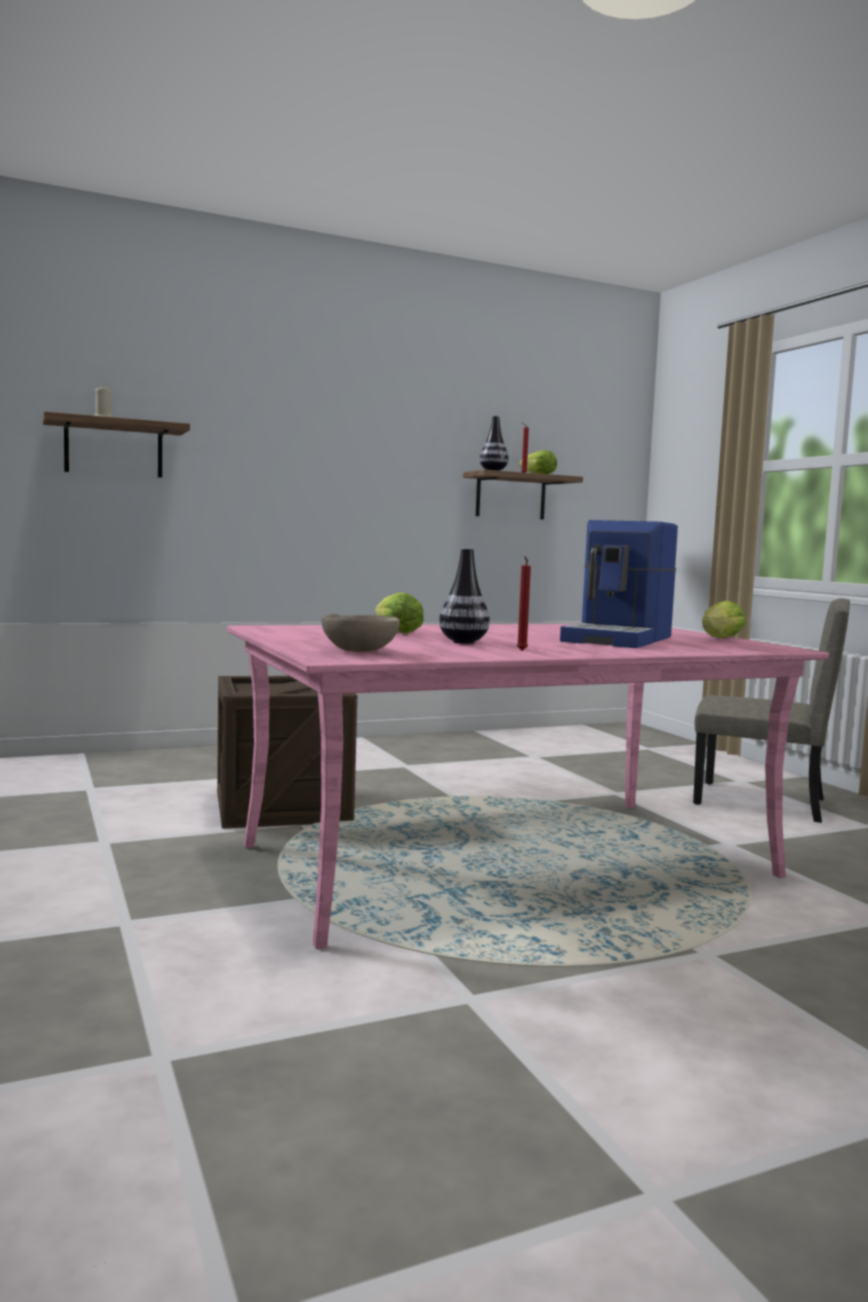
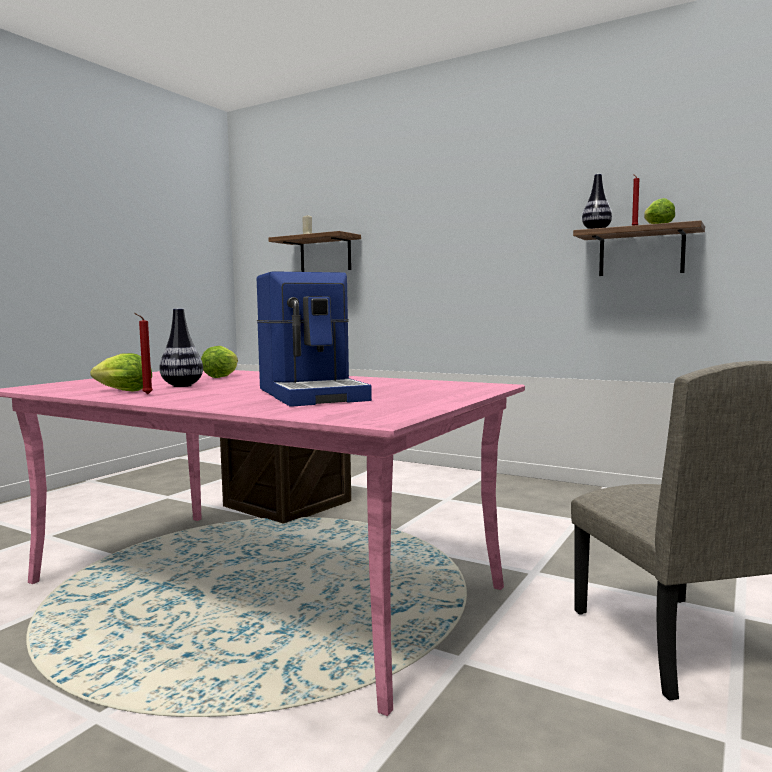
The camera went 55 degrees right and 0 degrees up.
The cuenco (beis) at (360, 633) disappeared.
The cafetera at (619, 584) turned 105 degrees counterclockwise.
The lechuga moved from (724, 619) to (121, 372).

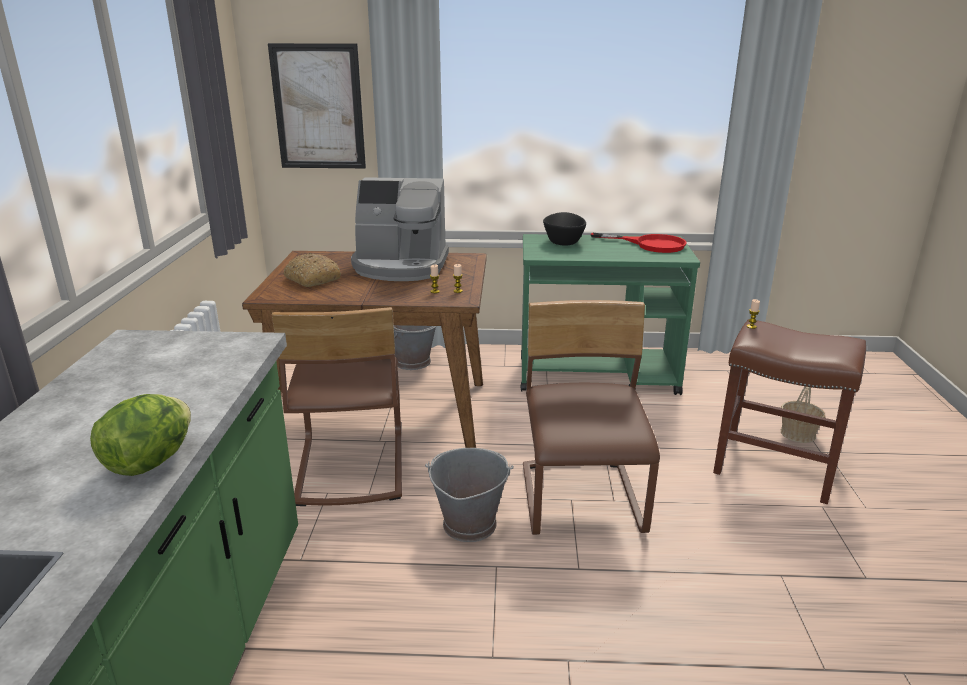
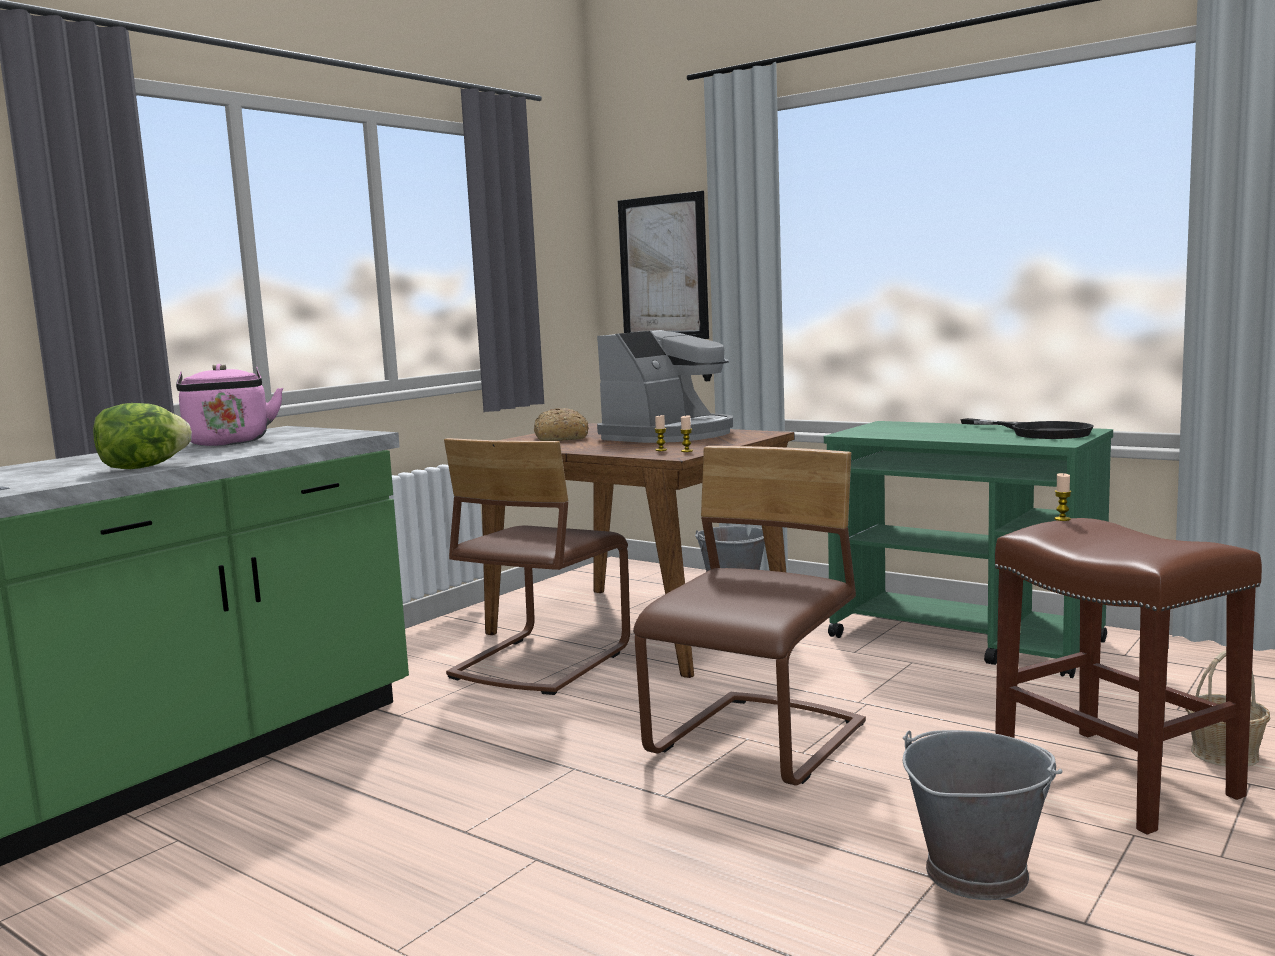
The camera went 35 degrees right and 15 degrees down.
The cafetera at (400, 229) turned 90 degrees counterclockwise.
The cubo (gris) moved from (469, 495) to (982, 815).
The cuenco (negro) at (564, 229) disappeared.
The sartén (rojo) at (638, 243) became the sartén (negro) at (1027, 428).
The hervidor (rosa) at (229, 405) appeared.

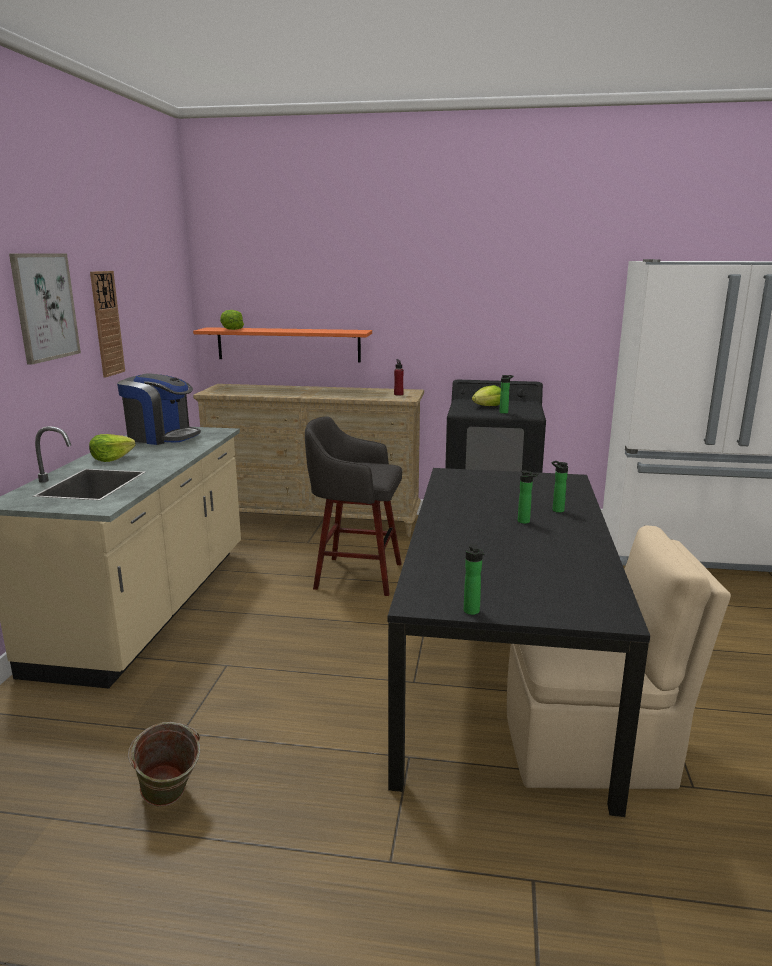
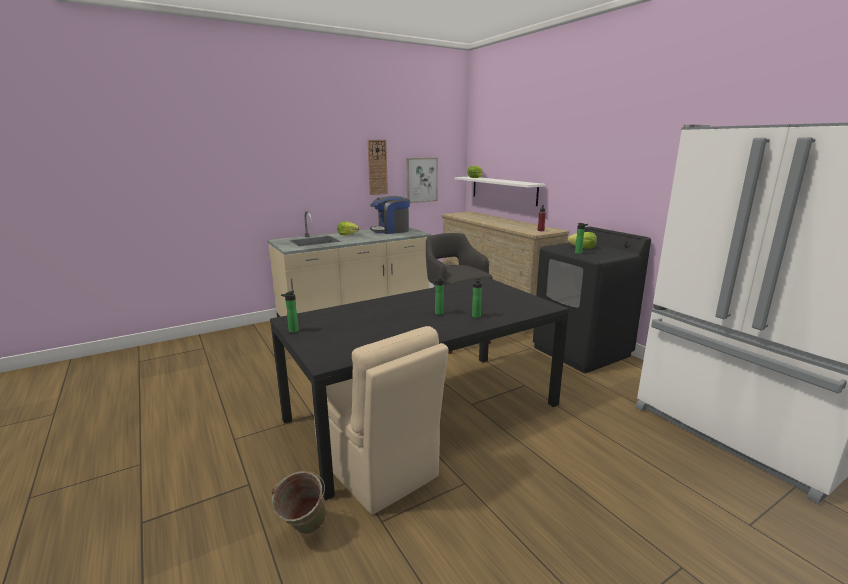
The camera went 50 degrees right and 0 degrees up.
The cuadro moved from (45, 309) to (422, 180).
The cafetera at (159, 409) turned 90 degrees clockwise.
The cubo (verde) moved from (164, 764) to (298, 502).
The estante (naranja) at (282, 344) became the estante (blanco) at (500, 191).

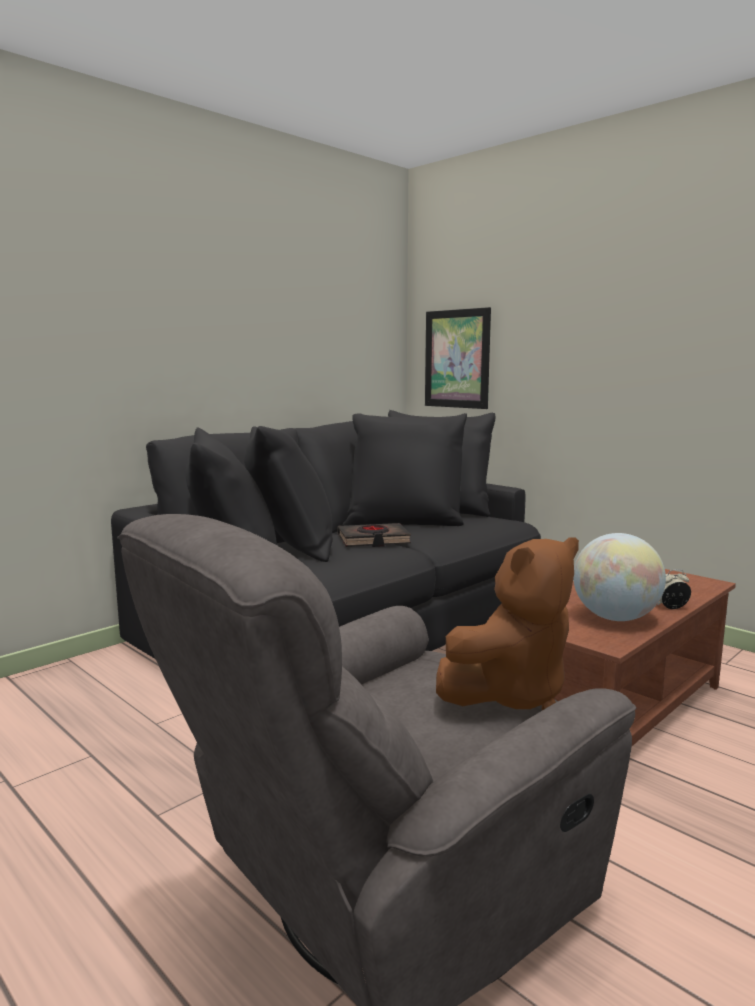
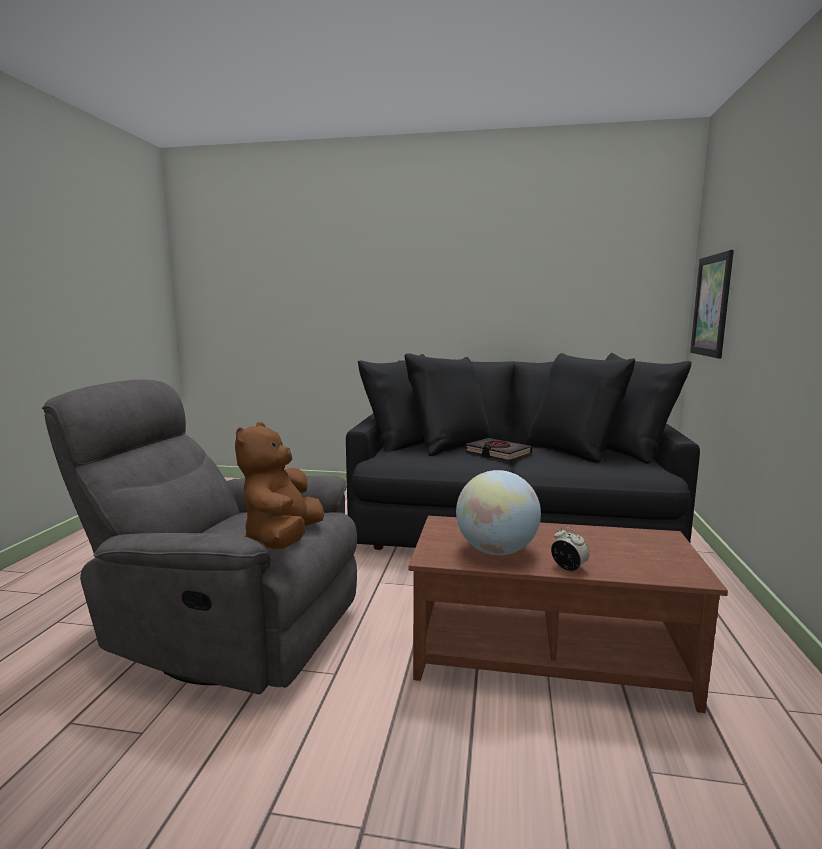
The camera went 55 degrees right and 0 degrees up.
The peluche (marrón) at (507, 623) turned 75 degrees clockwise.

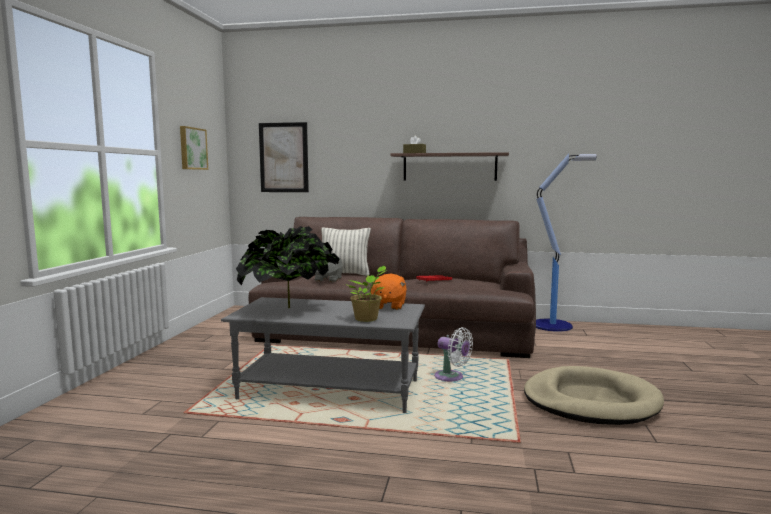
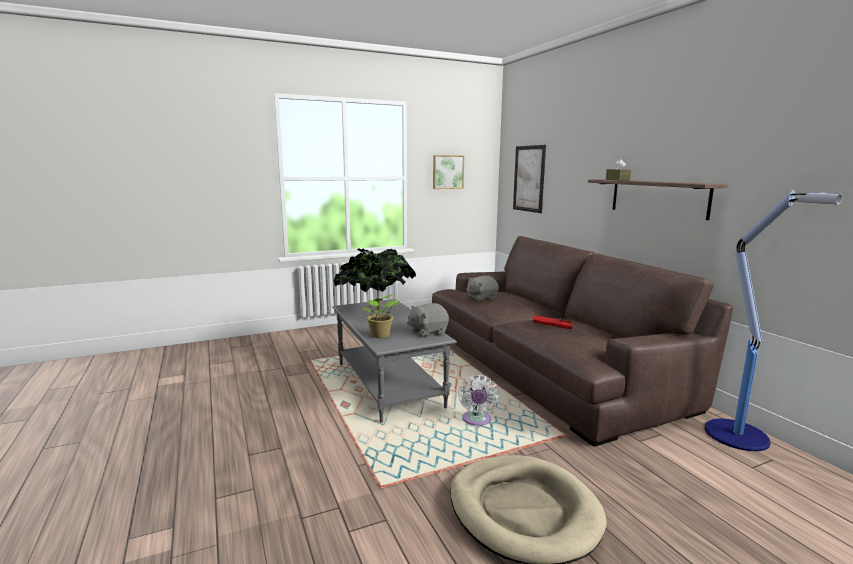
The camera went 55 degrees right and 5 degrees up.
The cojín at (346, 251) disappeared.
The peluche (naranja) at (388, 291) became the peluche (gris) at (428, 320).

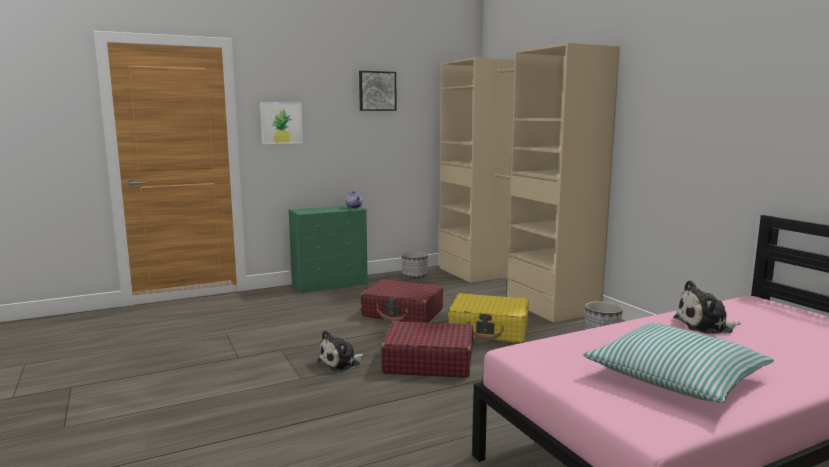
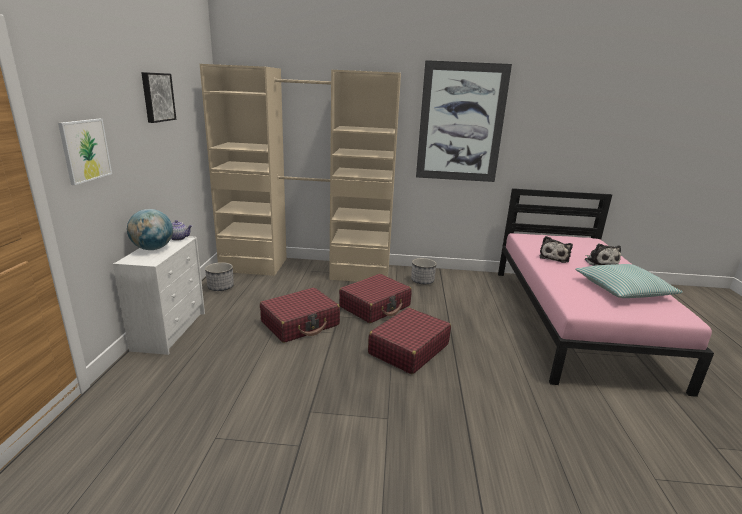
The camera went 60 degrees left and 10 degrees up.
The cómoda (verde) at (328, 250) became the cómoda (blanco) at (159, 295).
The peluche moved from (340, 350) to (602, 254).
The maleta (amarillo) at (488, 318) became the maleta (rojo) at (375, 298).
The globo terráqueo at (150, 229) appeared.
The cuadro at (464, 121) appeared.

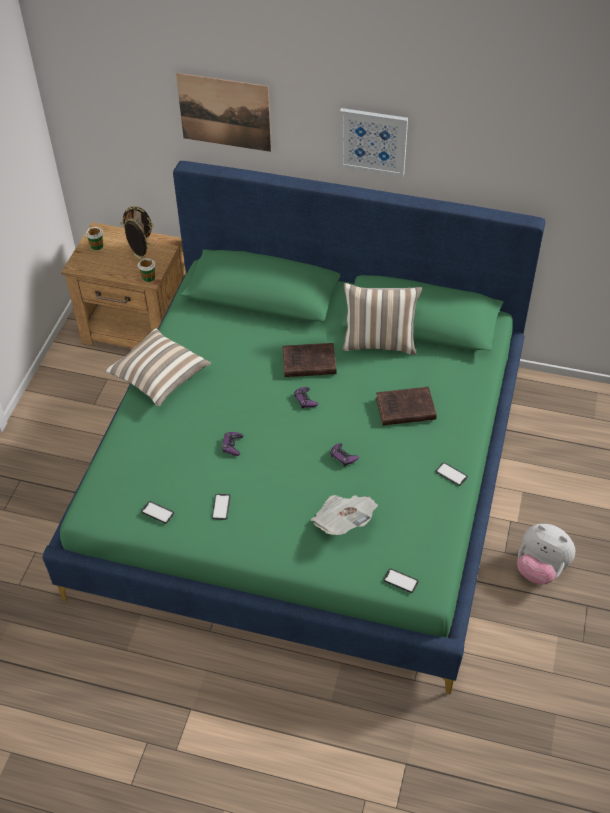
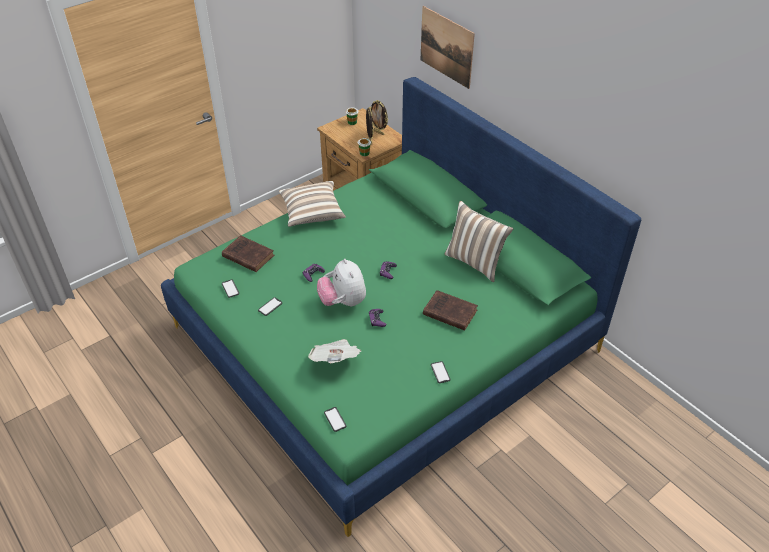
The camera went 35 degrees right and 5 degrees down.
The libro (marrón) moved from (309, 360) to (248, 253).
The cuadro at (373, 142) disappeared.
The peluche moved from (546, 554) to (341, 282).

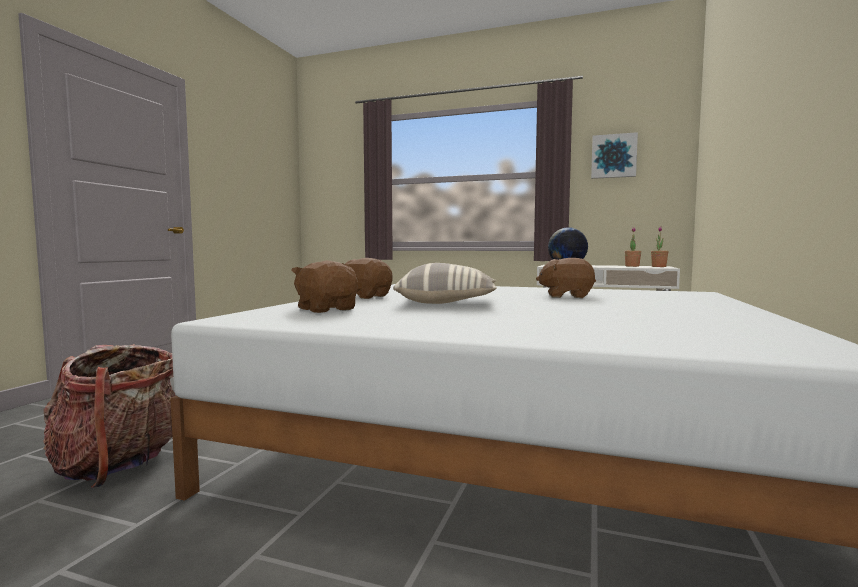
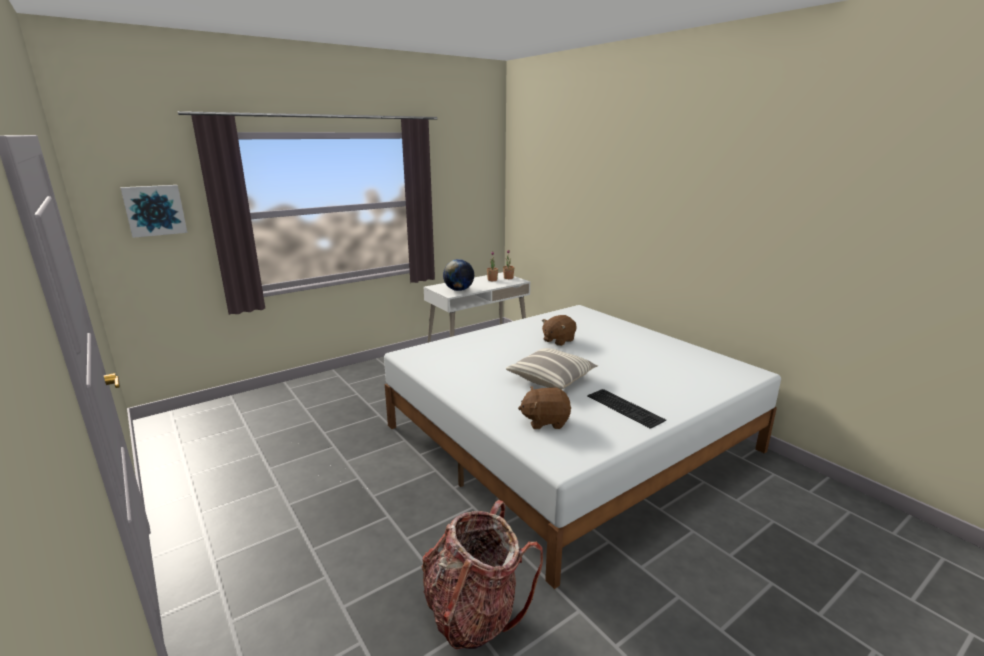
The camera went 55 degrees left and 15 degrees up.
The peluche (marrón) at (367, 278) disappeared.
The cuadro moved from (614, 155) to (153, 211).
The teclado at (626, 409) appeared.

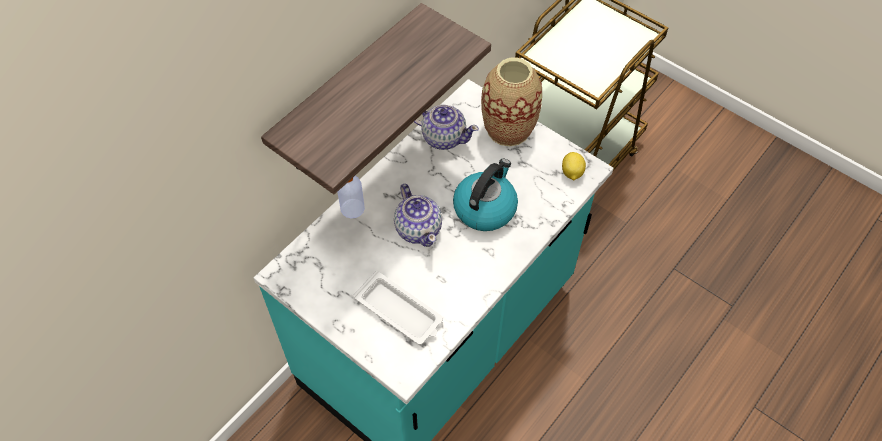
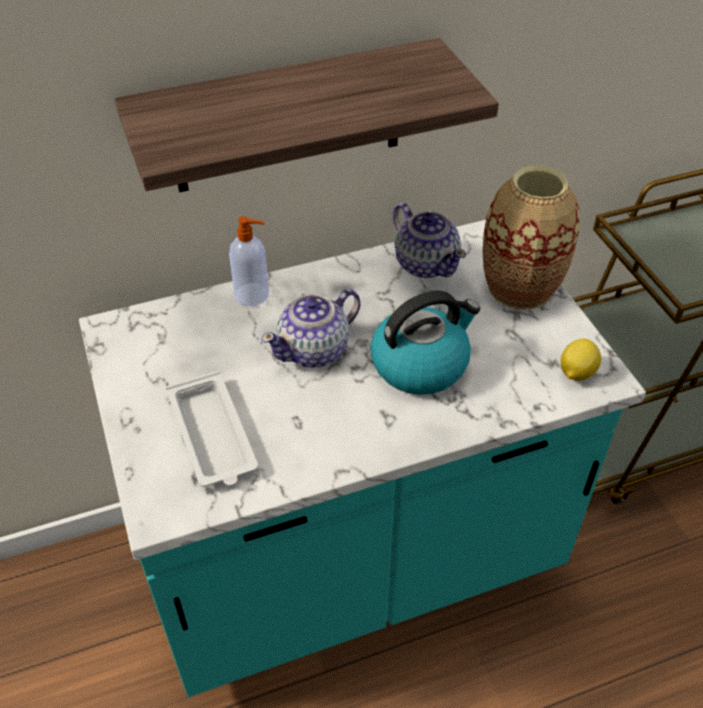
The camera went 30 degrees right and 10 degrees down.
The tetera at (418, 215) turned 45 degrees clockwise.

